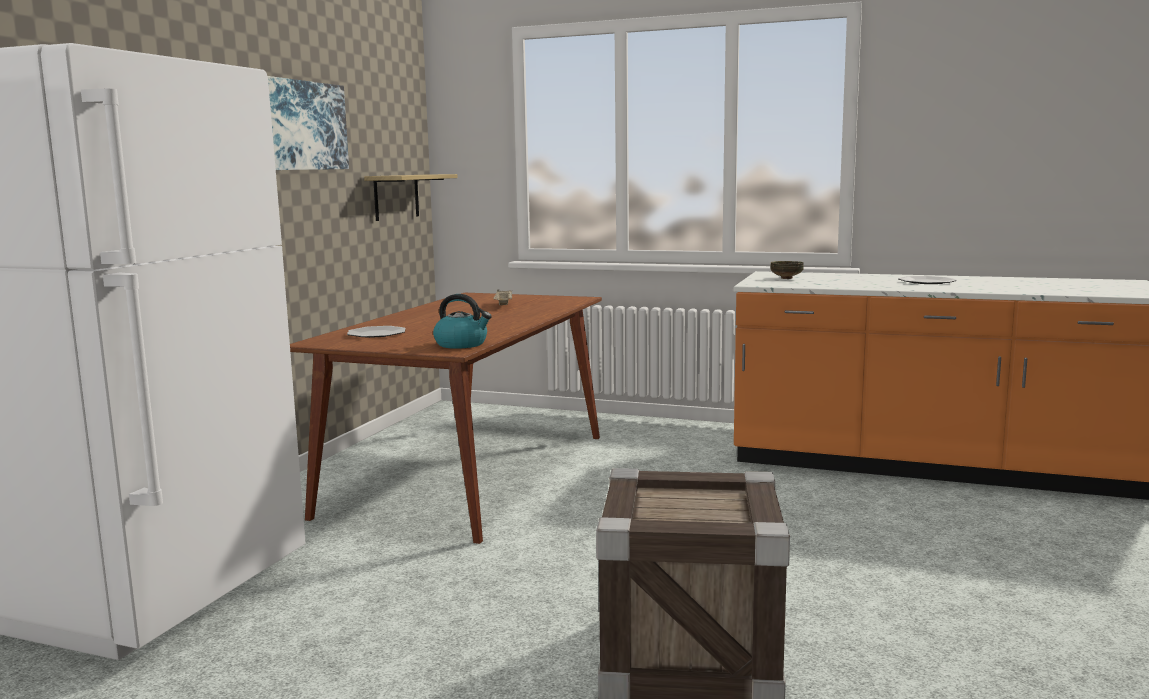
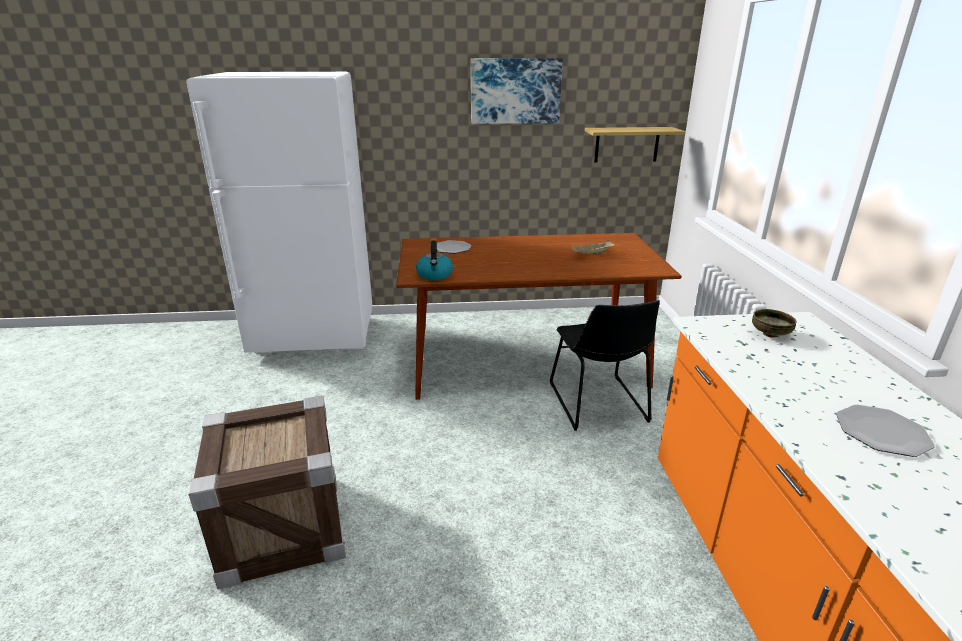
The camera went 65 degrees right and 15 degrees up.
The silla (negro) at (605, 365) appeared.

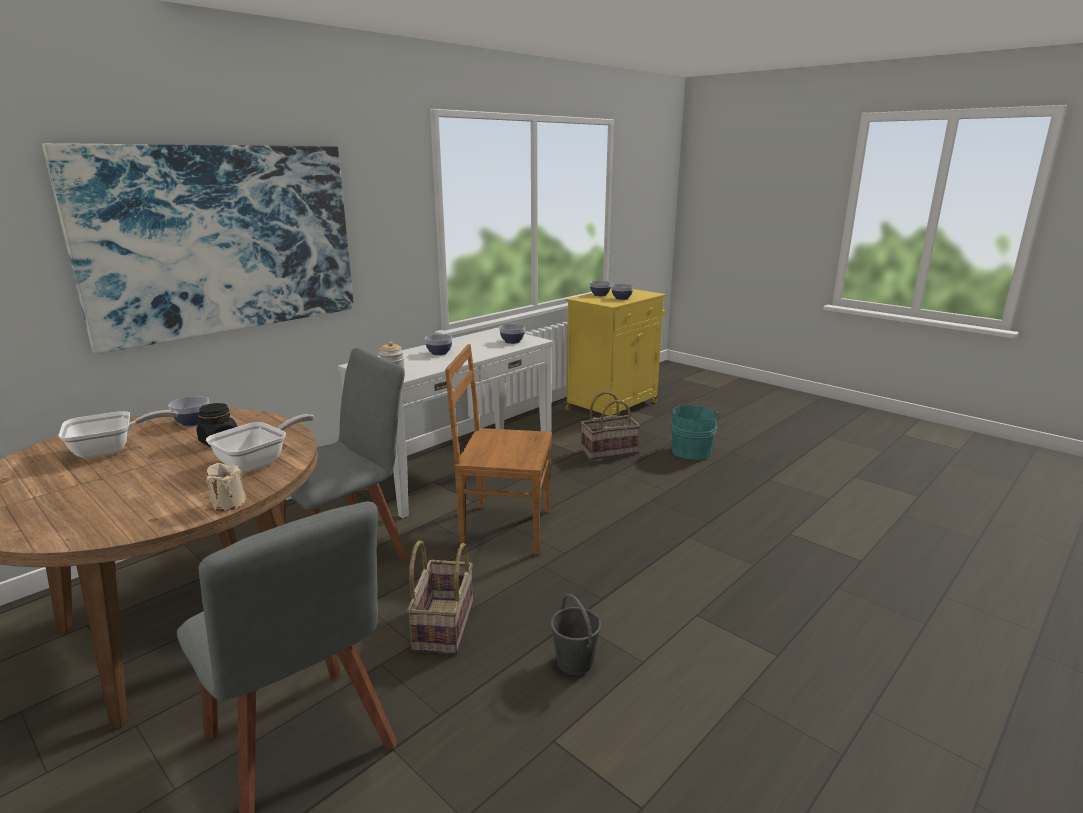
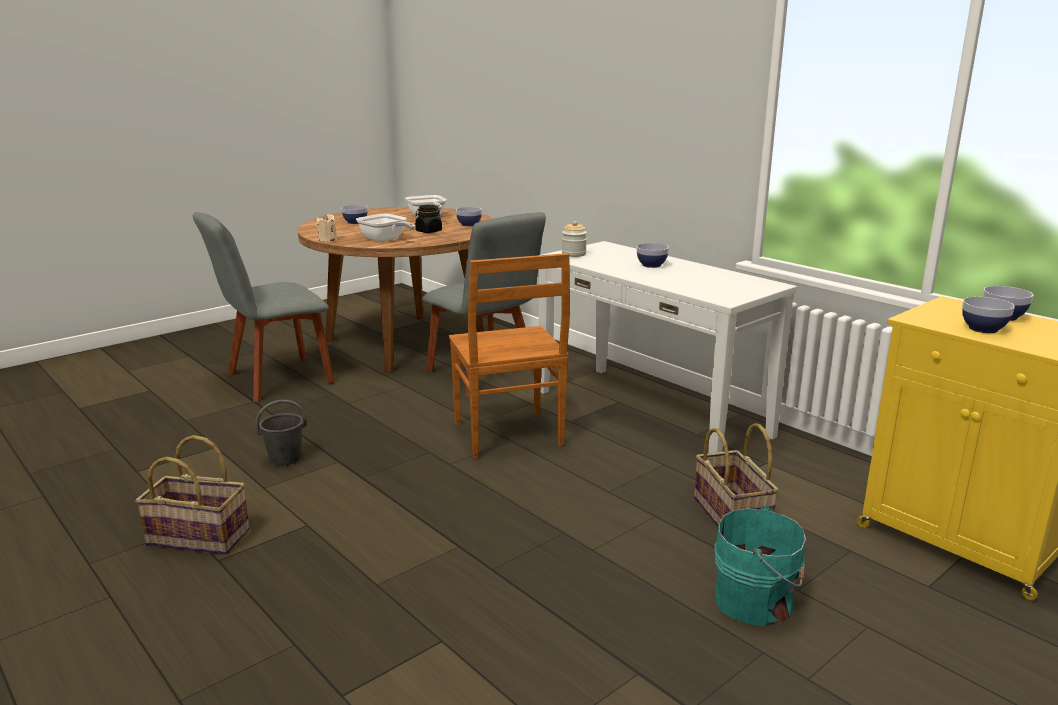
The camera went 95 degrees right and 0 degrees up.
The cuadro at (198, 248) disappeared.
The cesta moved from (440, 597) to (192, 494).
The silla (marrón) at (498, 449) turned 150 degrees clockwise.
The cuenco moved from (512, 334) to (354, 214).

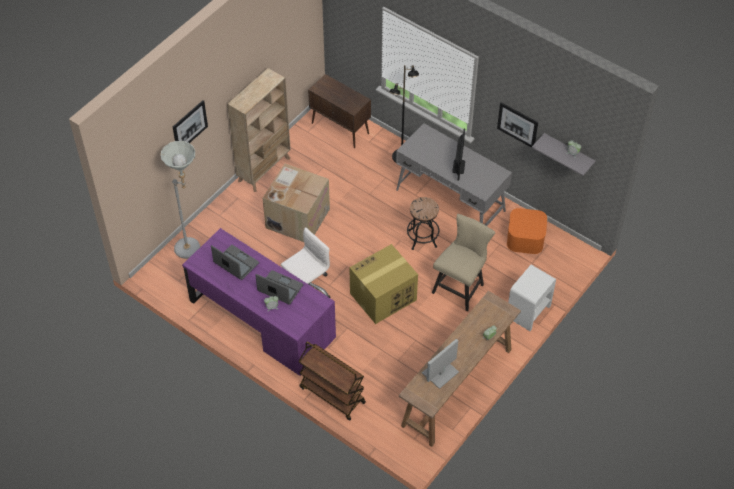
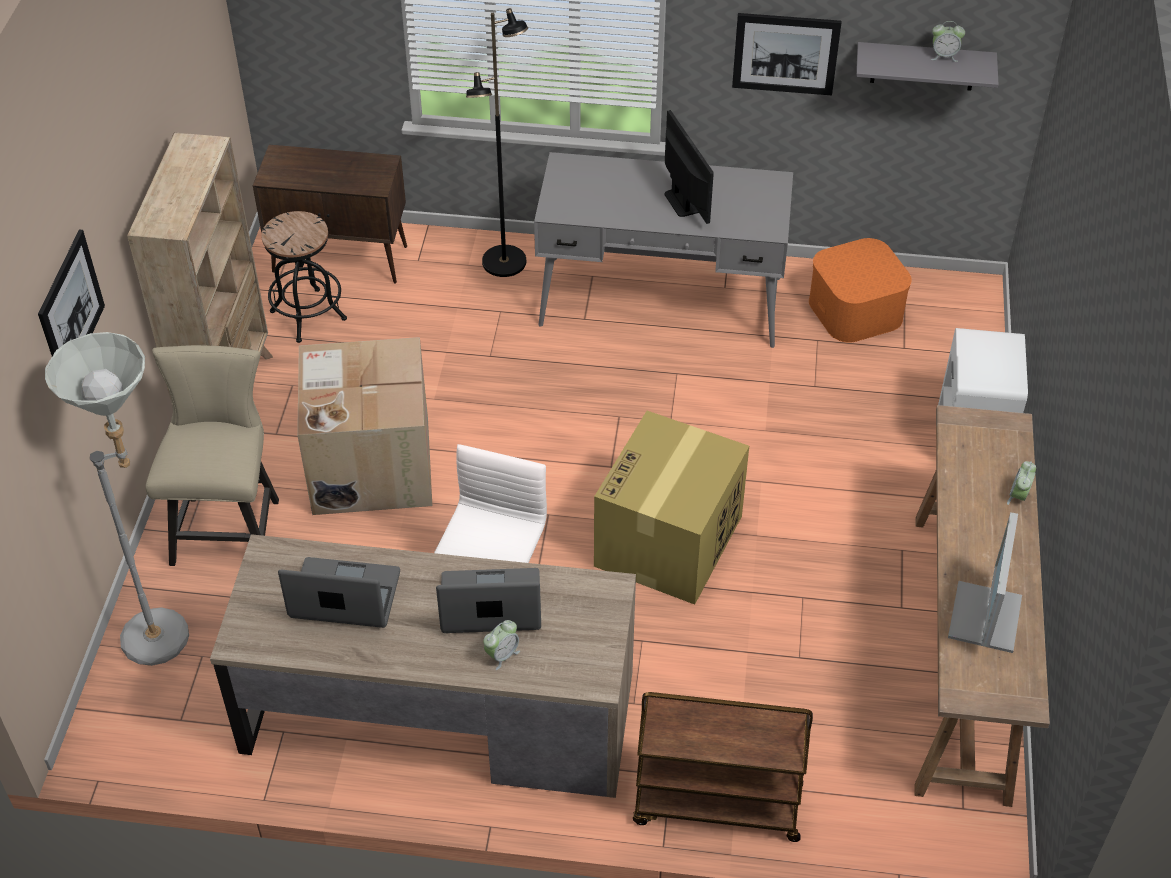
The camera went 30 degrees left and 5 degrees down.
The escritorio (morado) at (259, 302) became the escritorio (marrón) at (423, 666).
The taburete (negro) moved from (423, 223) to (304, 277).
The silla (beis) moved from (463, 262) to (212, 455).

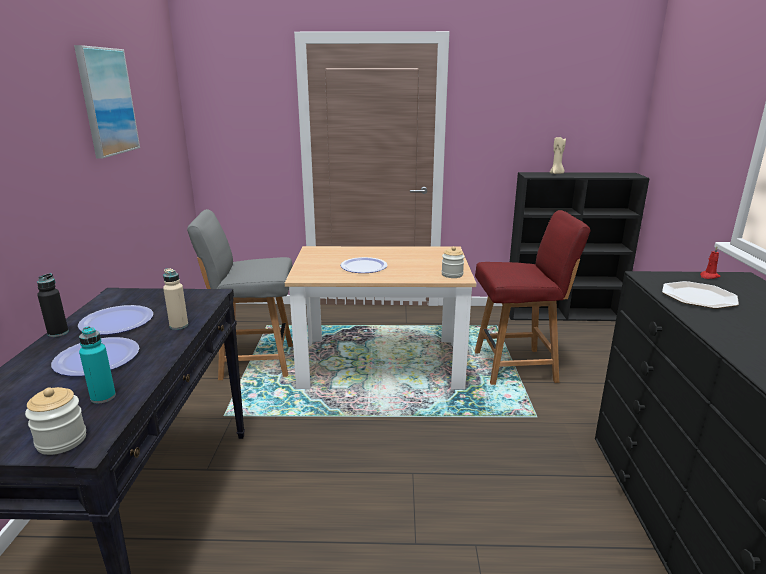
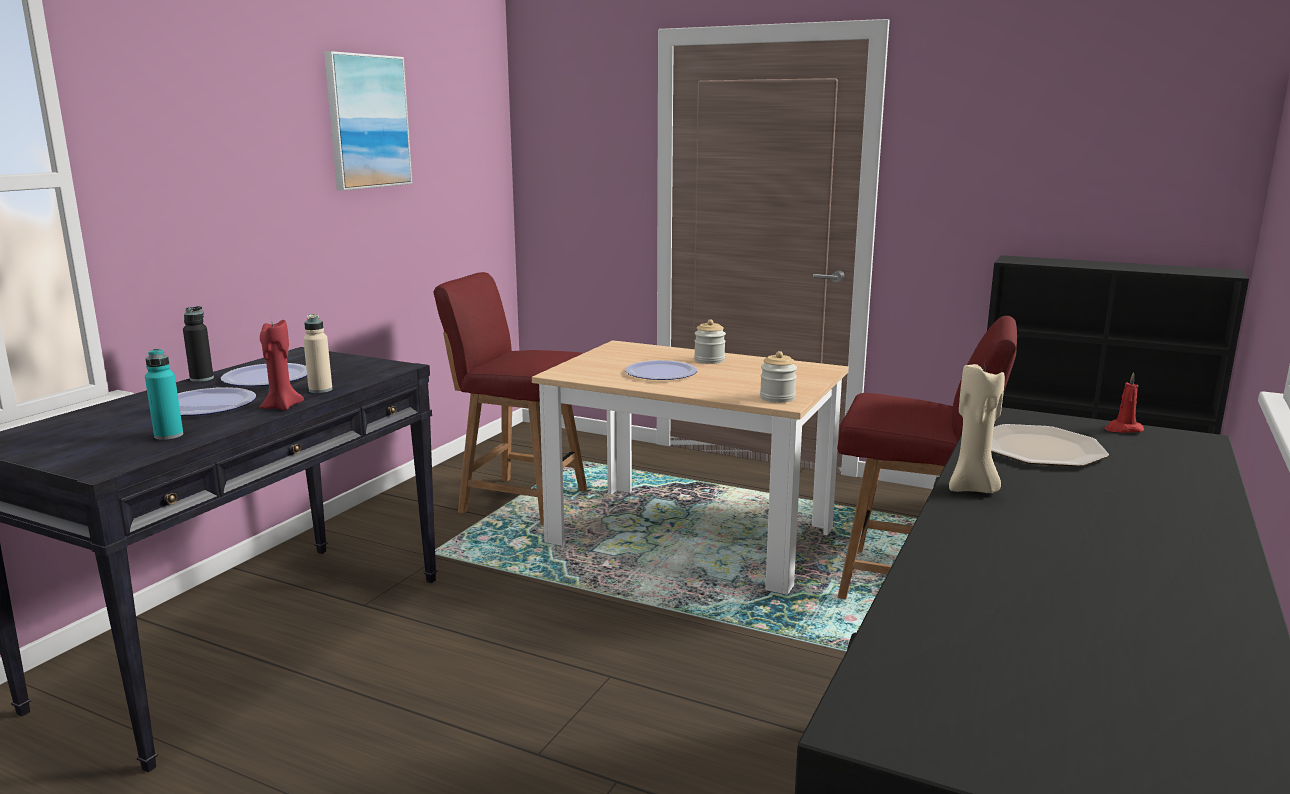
The camera went 25 degrees right and 5 degrees down.
The tarro moved from (55, 421) to (710, 341).
The silla (gris) at (240, 294) became the silla (rojo) at (510, 398).
The vela (beis) moved from (558, 155) to (977, 428).
The vela (rojo) at (282, 365) appeared.

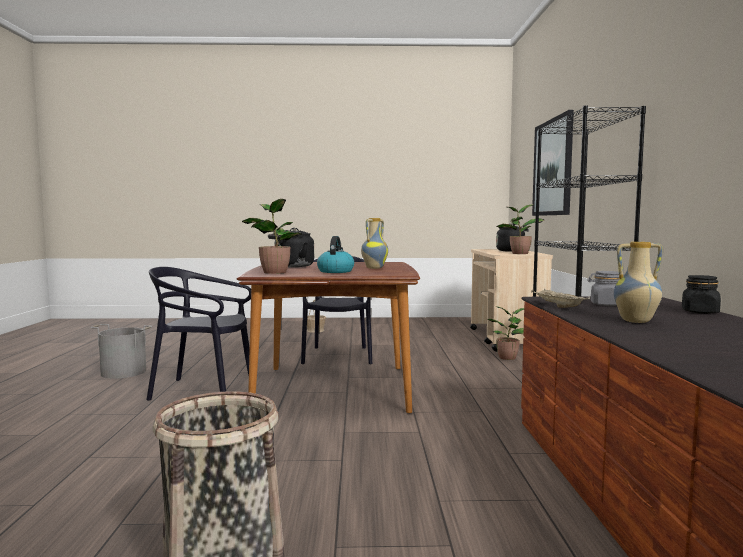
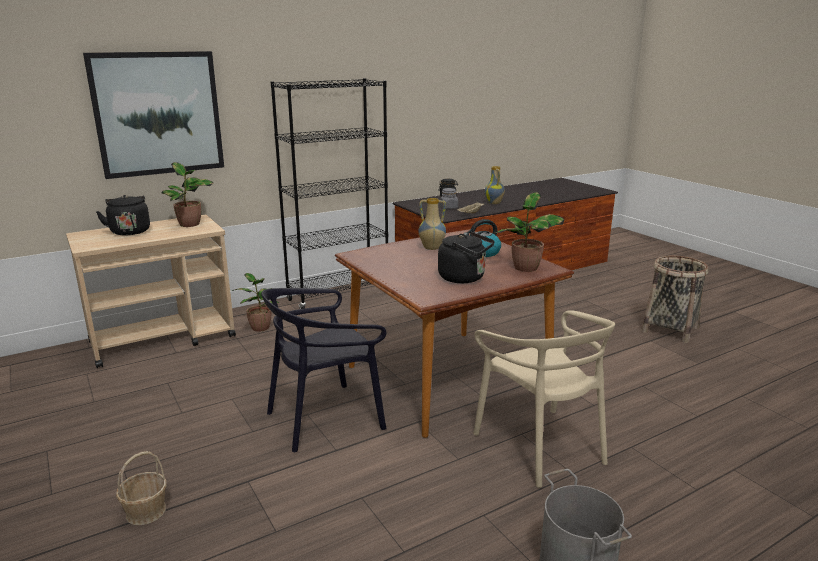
The camera went 120 degrees left and 15 degrees up.
The silla (negro) at (199, 334) became the silla (beis) at (544, 399).

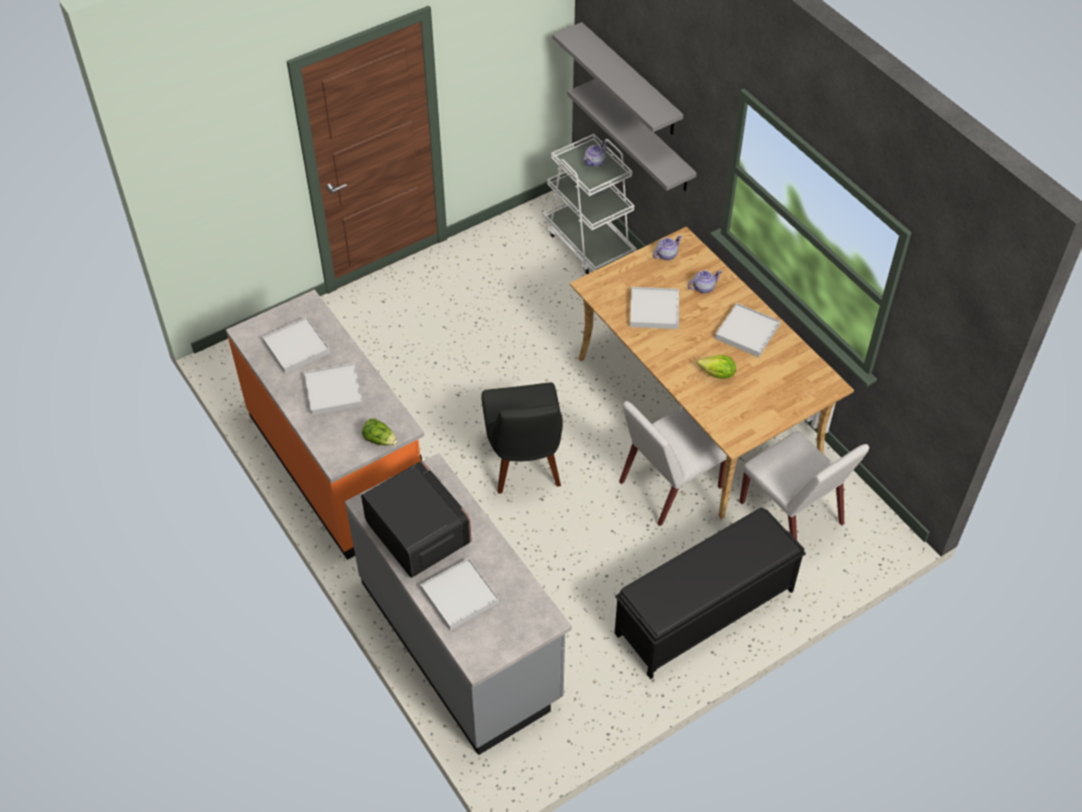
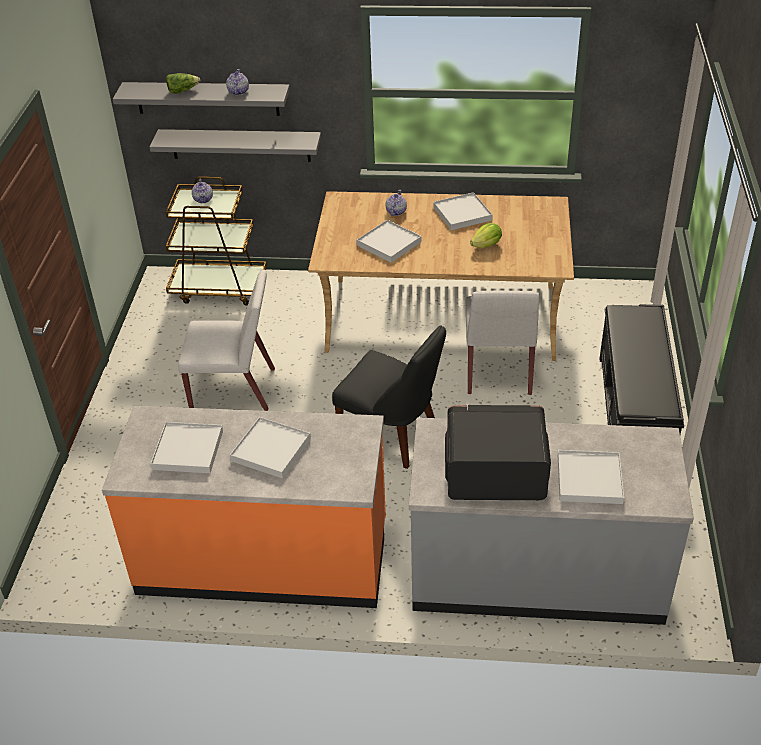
The camera went 50 degrees left and 10 degrees down.
The lechuga moved from (380, 432) to (183, 83).
The carrito (blanco) at (590, 204) became the carrito (marrón) at (216, 241).
The tetera moved from (667, 247) to (237, 82).
The silla (blanco) moved from (804, 485) to (226, 340).

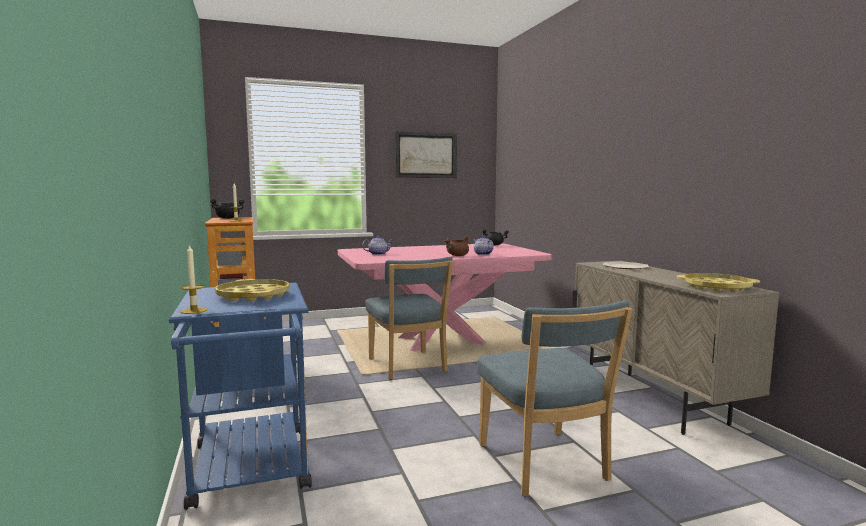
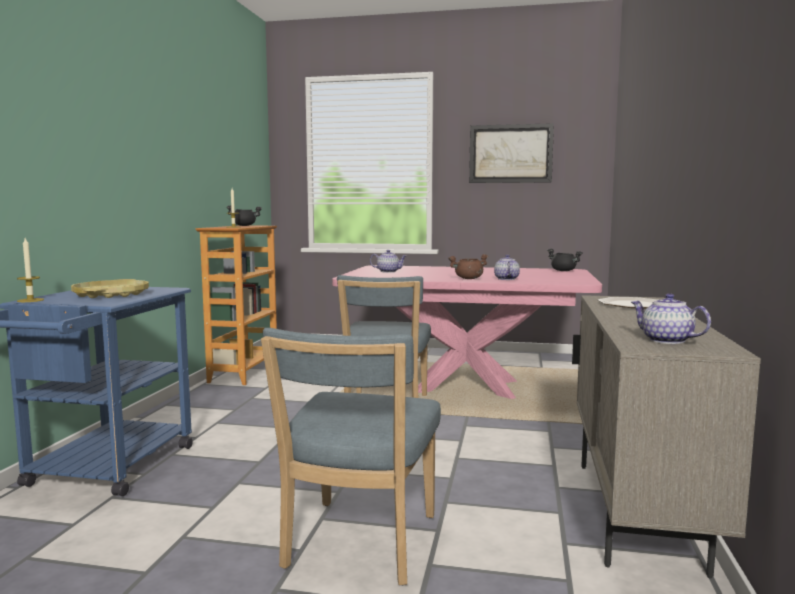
The camera went 30 degrees right and 0 degrees up.
The bandeja (amarillo) at (718, 282) was replaced by the tetera at (671, 318).

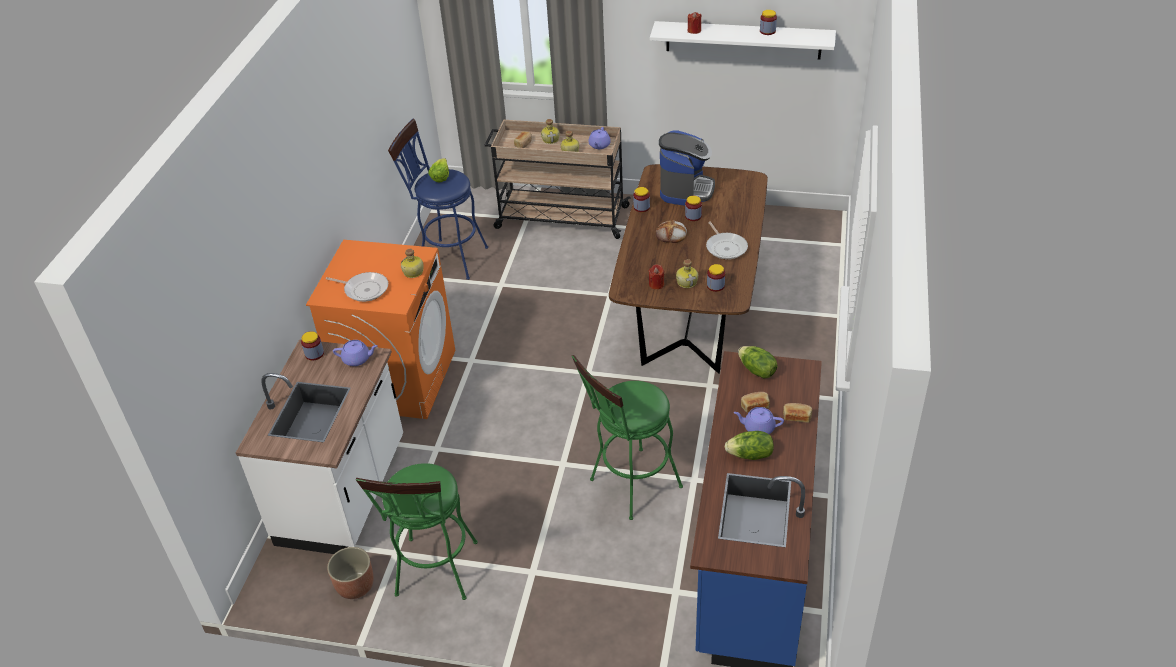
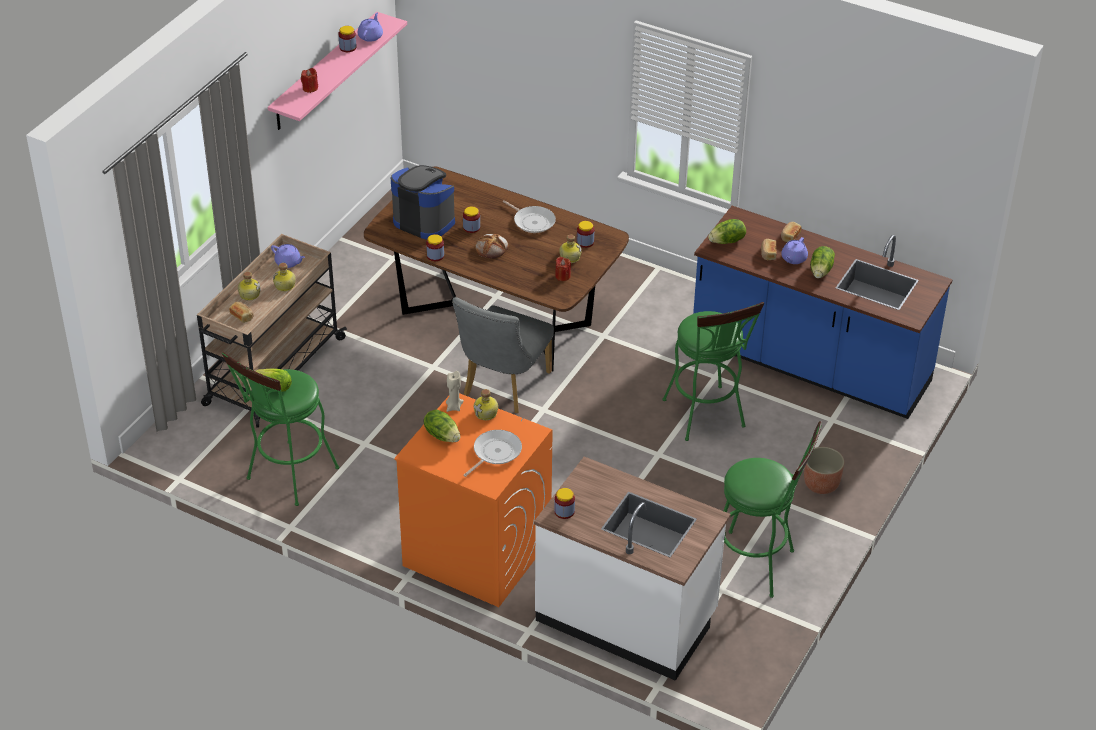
The camera went 75 degrees left and 0 degrees up.
The maceta moved from (350, 573) to (824, 470).
The tetera (morado) moved from (355, 353) to (370, 27).
The taburete (azul) at (438, 199) became the taburete (verde) at (280, 429).
The estante (blanco) at (743, 40) became the estante (rosa) at (337, 71).
The sartén at (727, 240) turned 45 degrees clockwise.
The lechuga at (442, 425) appeared.
The vela (beis) at (455, 391) appeared.
The silla (gris) at (503, 355) appeared.

